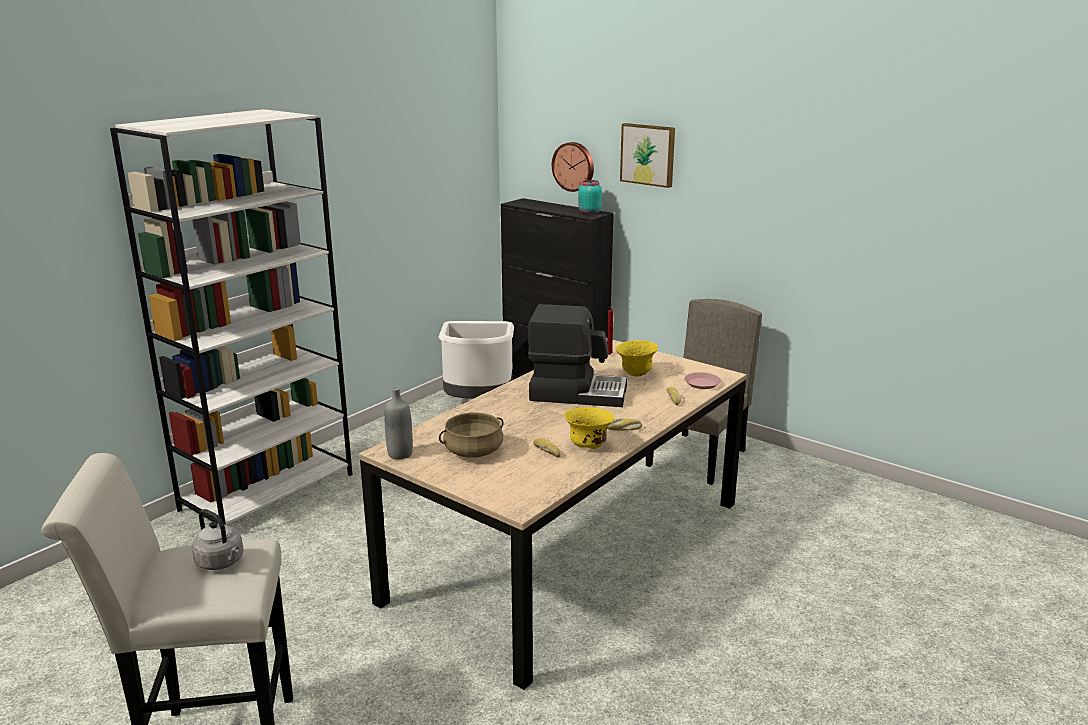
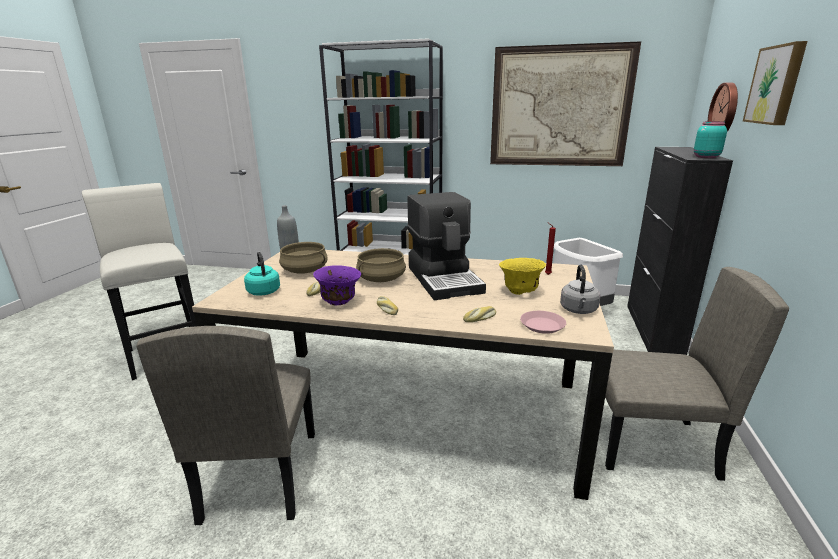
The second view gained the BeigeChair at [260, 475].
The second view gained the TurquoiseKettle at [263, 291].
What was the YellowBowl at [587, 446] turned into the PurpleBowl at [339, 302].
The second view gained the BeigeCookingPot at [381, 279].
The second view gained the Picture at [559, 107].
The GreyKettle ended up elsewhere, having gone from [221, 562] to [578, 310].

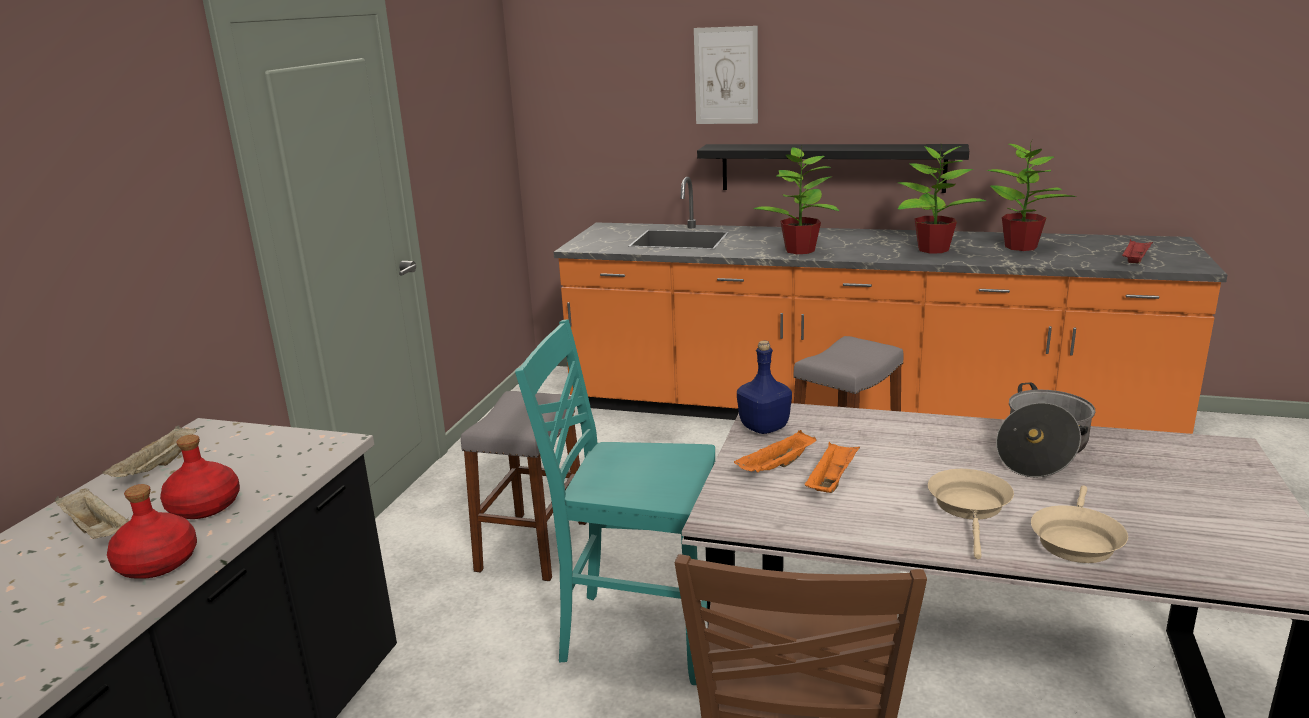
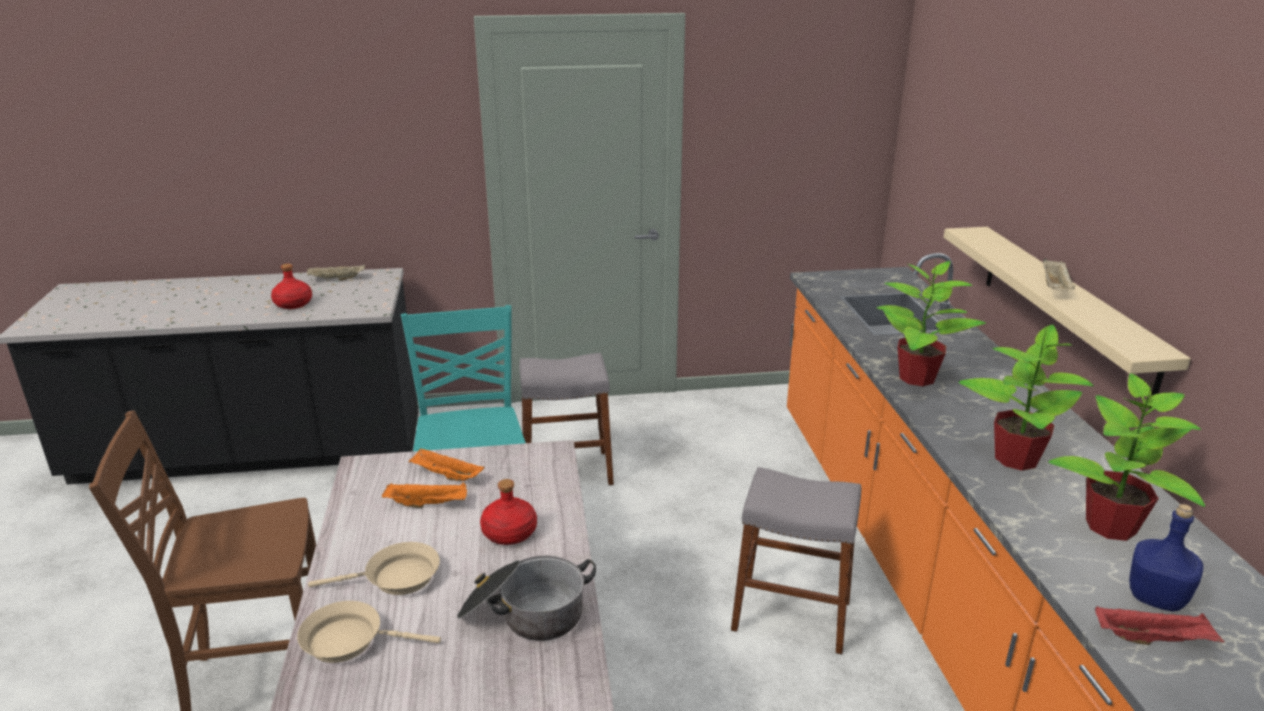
The RedBottle ended up elsewhere, having gone from [158, 563] to [510, 533].
What was the BlackShelf at [831, 167] turned into the BeigeShelf at [1065, 310].
The BeigeTray ended up elsewhere, having gone from [97, 531] to [1054, 288].
The BlueBottle ended up elsewhere, having gone from [764, 427] to [1157, 598].
The second view lost the Picture at [726, 76].

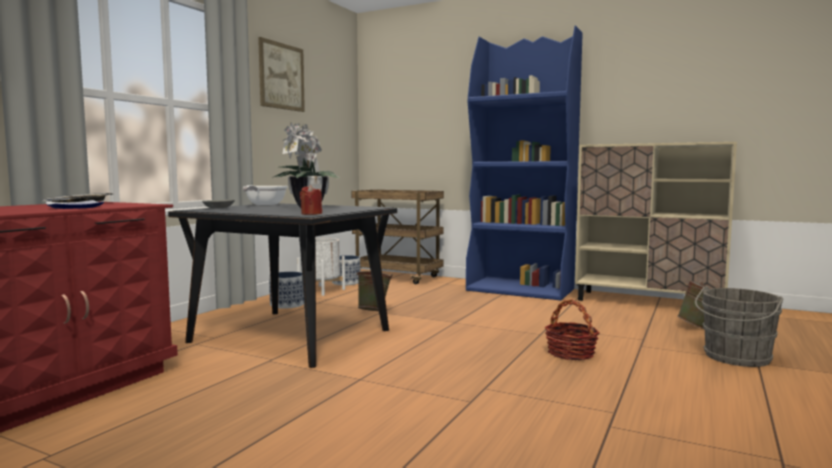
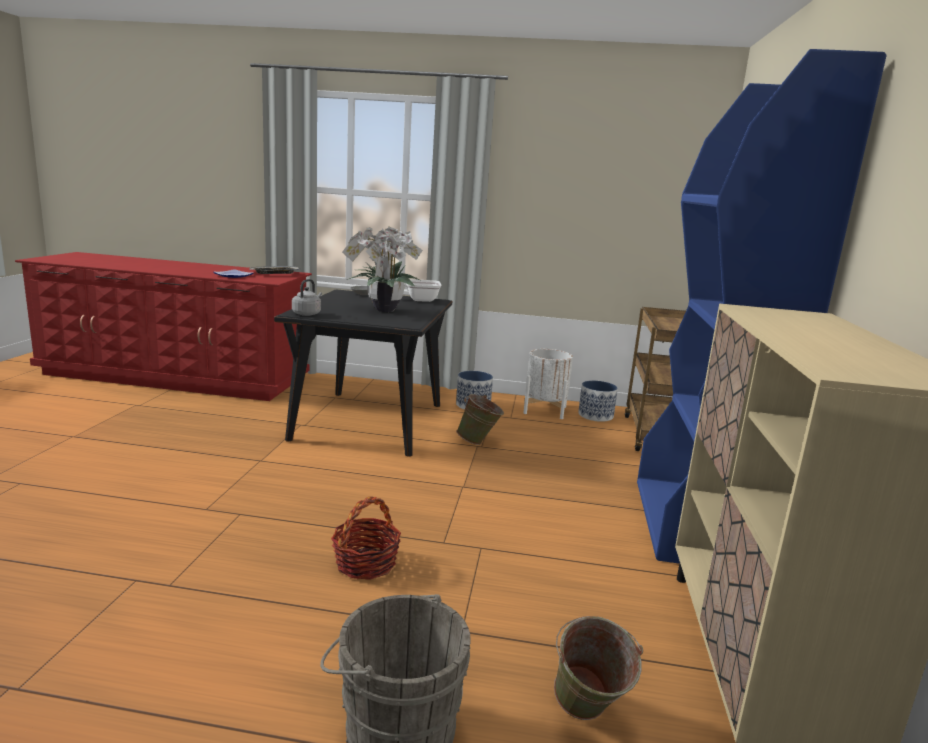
Where the RedCandle stood at [311, 214], the GreyKettle came to stand at [307, 314].
The second view lost the Picture at [281, 76].

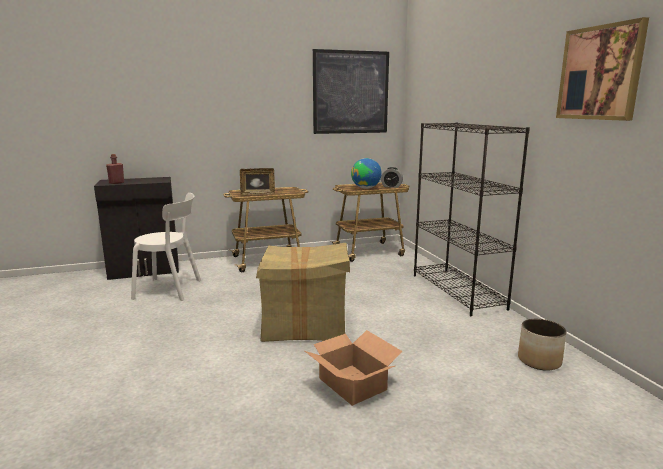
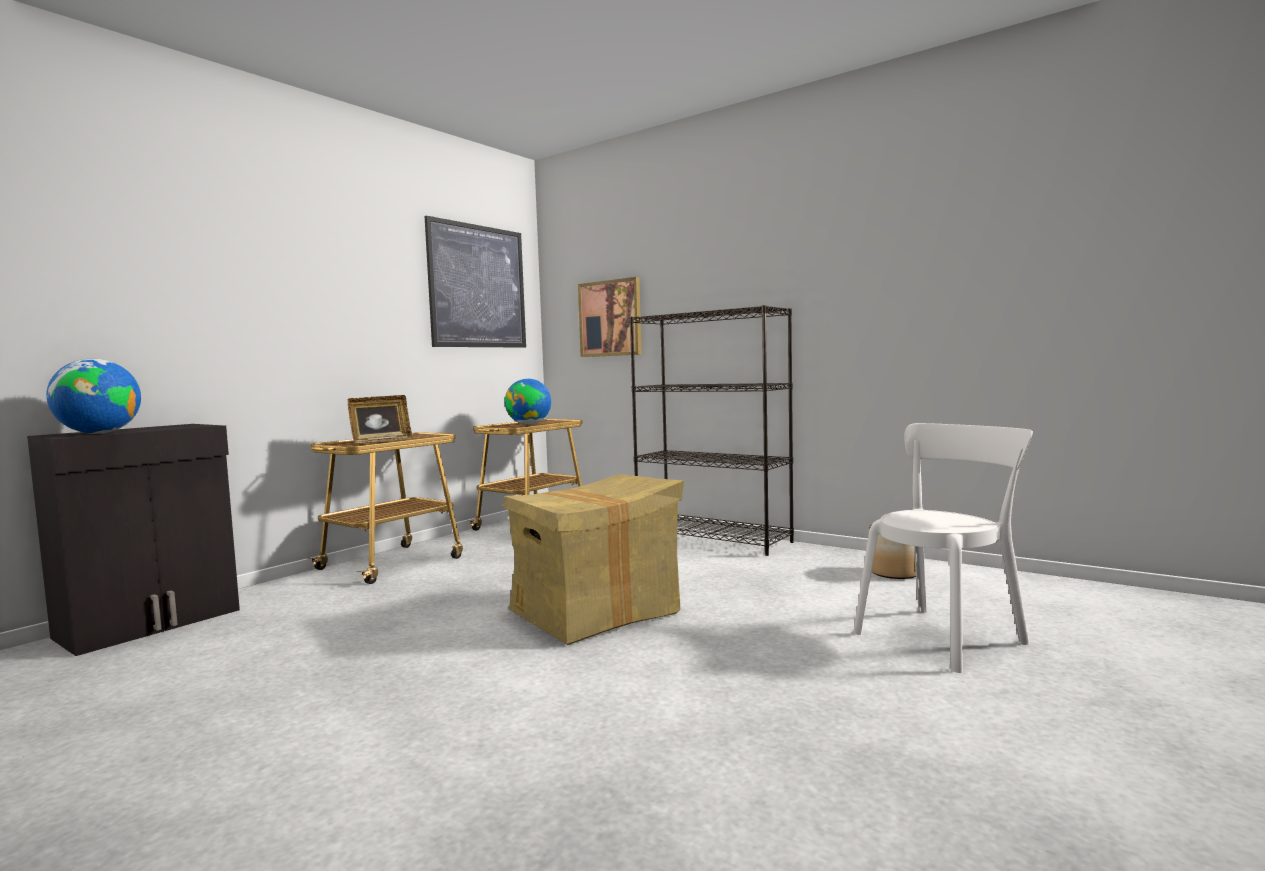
Where the RedBottle stood at [116, 183], the Globe came to stand at [98, 433].
The Picture ended up elsewhere, having gone from [600, 73] to [610, 318].
The WhiteChair ended up elsewhere, having gone from [171, 289] to [943, 636].
The second view lost the CardboardBox at [352, 384].
The second view lost the AlarmClock at [391, 186].

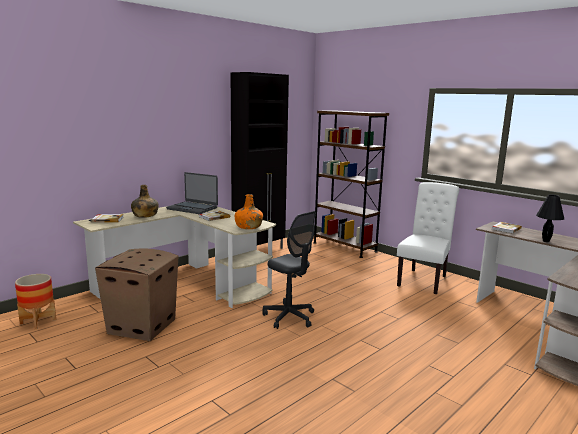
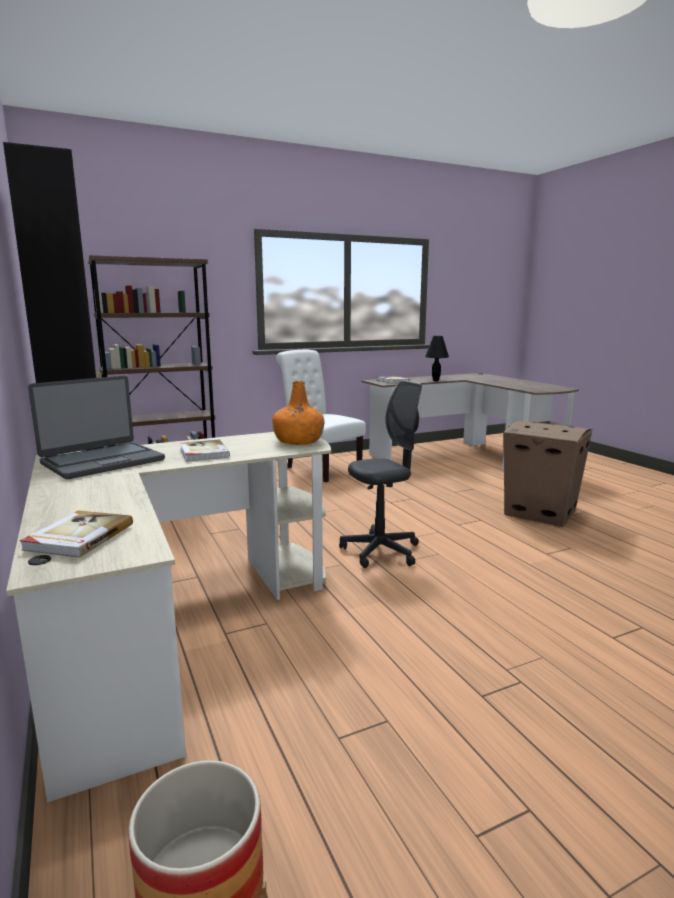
The CardboardBox ended up elsewhere, having gone from [141, 327] to [541, 512].
The second view lost the GreenBottle at [145, 215].

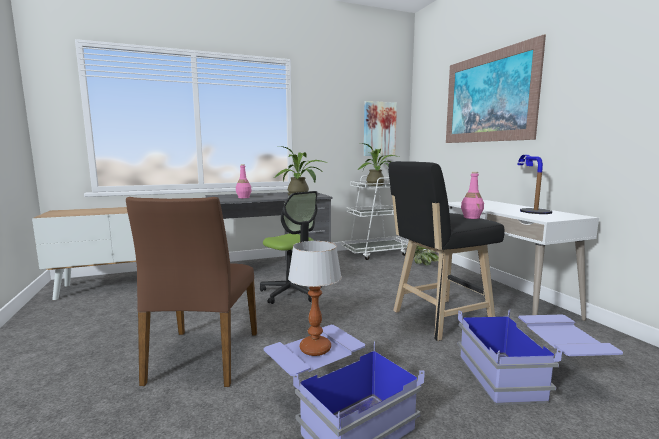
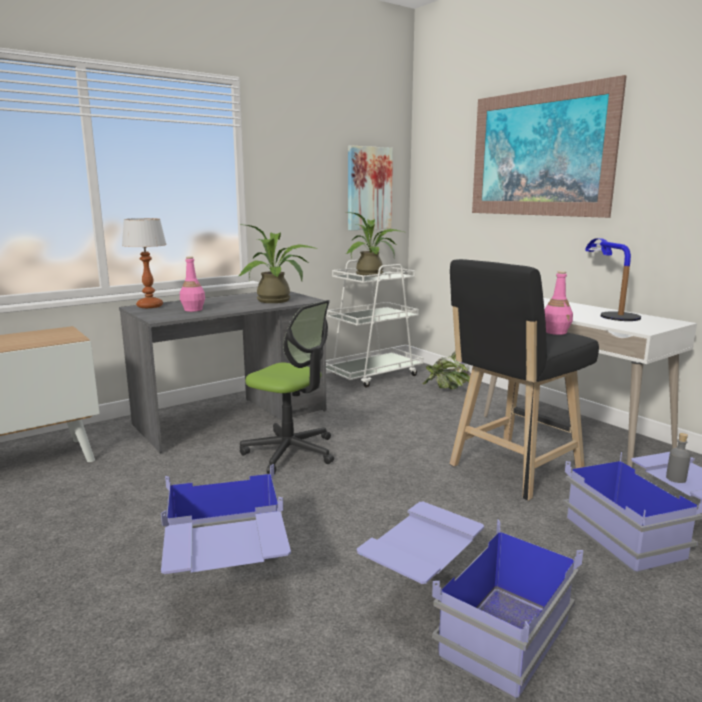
The TableLamp ended up elsewhere, having gone from [315, 348] to [150, 306].
Where the BrownChair stood at [203, 357], the BlueStorageBox came to stand at [227, 572].
The second view gained the GreyBottle at [676, 478].

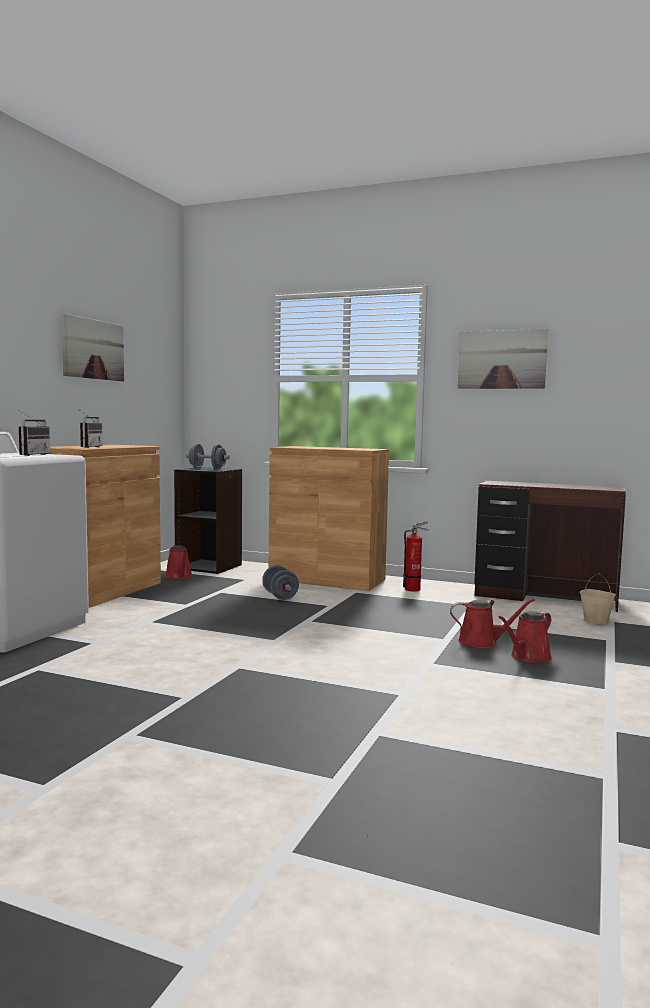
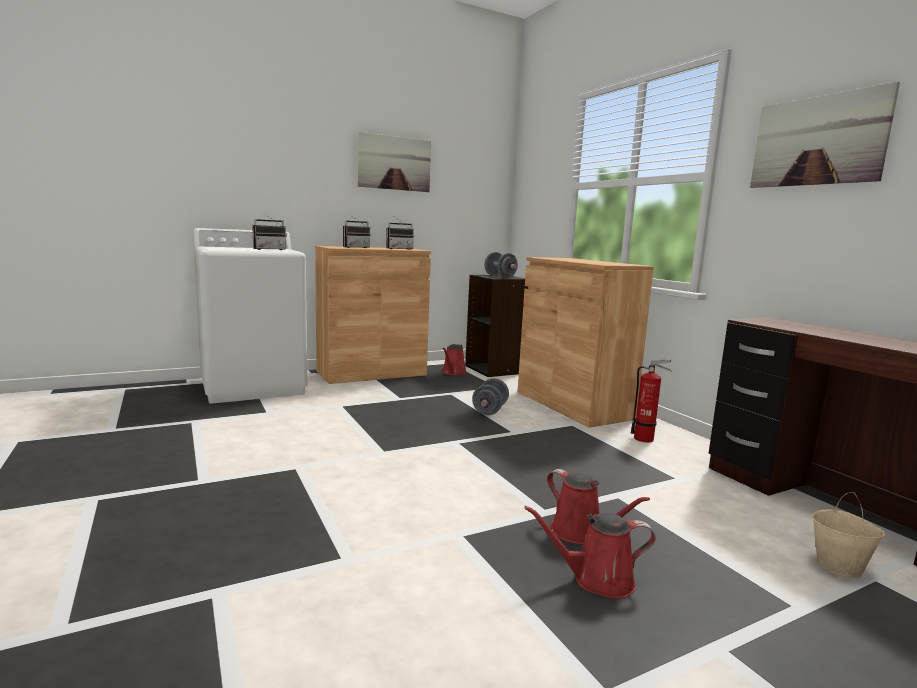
The second view gained the Radio at [398, 249].

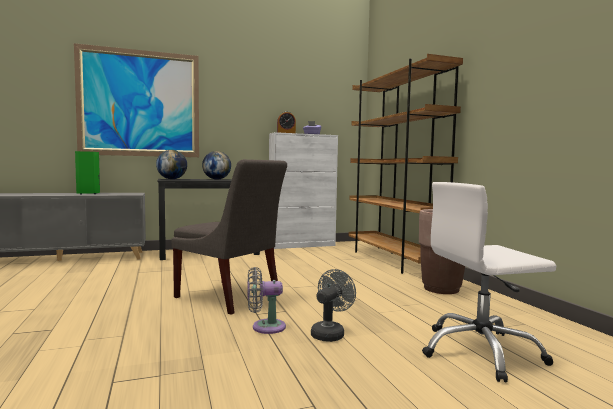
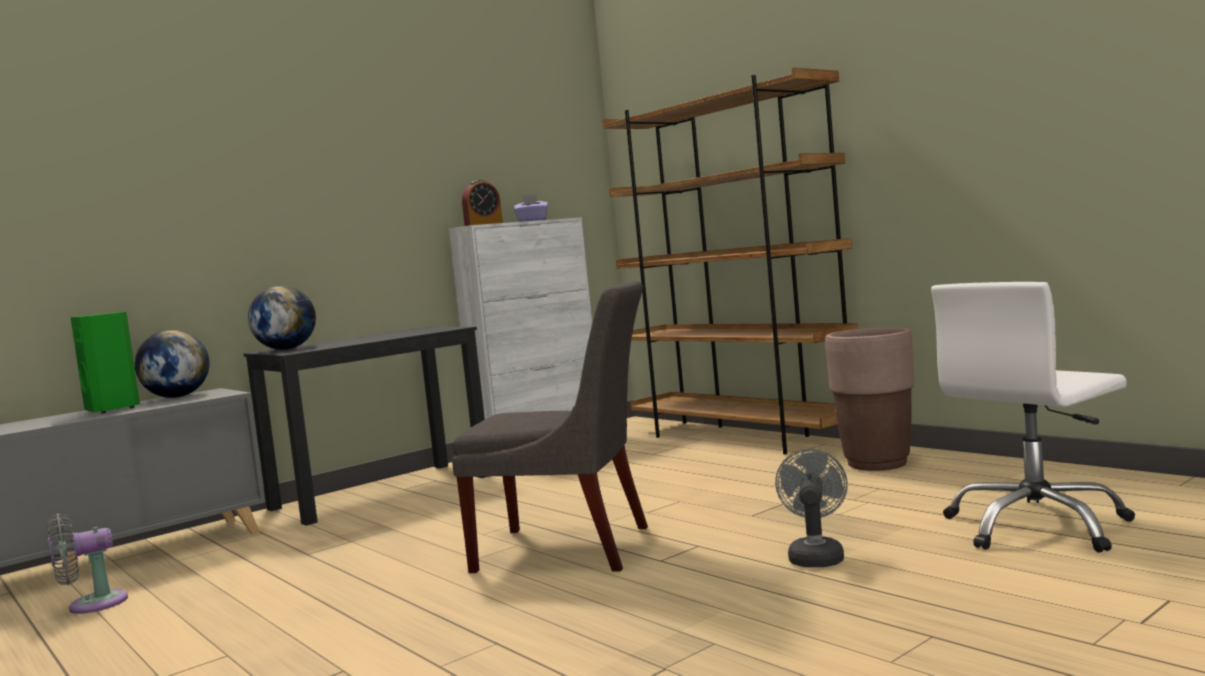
The GreyFan ended up elsewhere, having gone from [265, 327] to [91, 605].
The Globe ended up elsewhere, having gone from [216, 179] to [177, 397].
The second view lost the Picture at [140, 103].

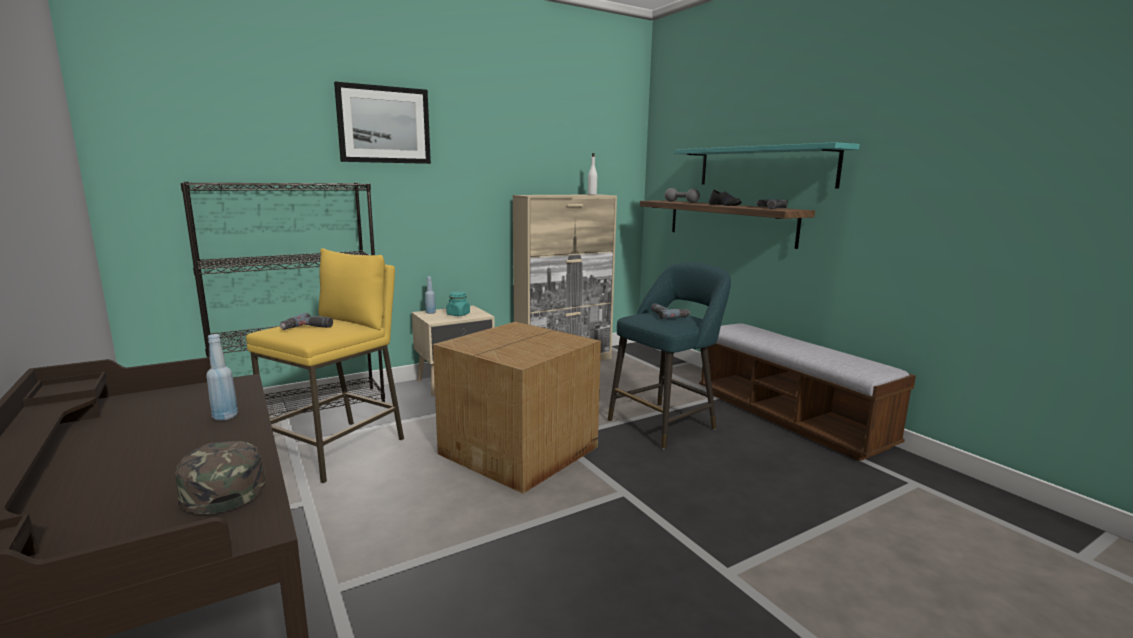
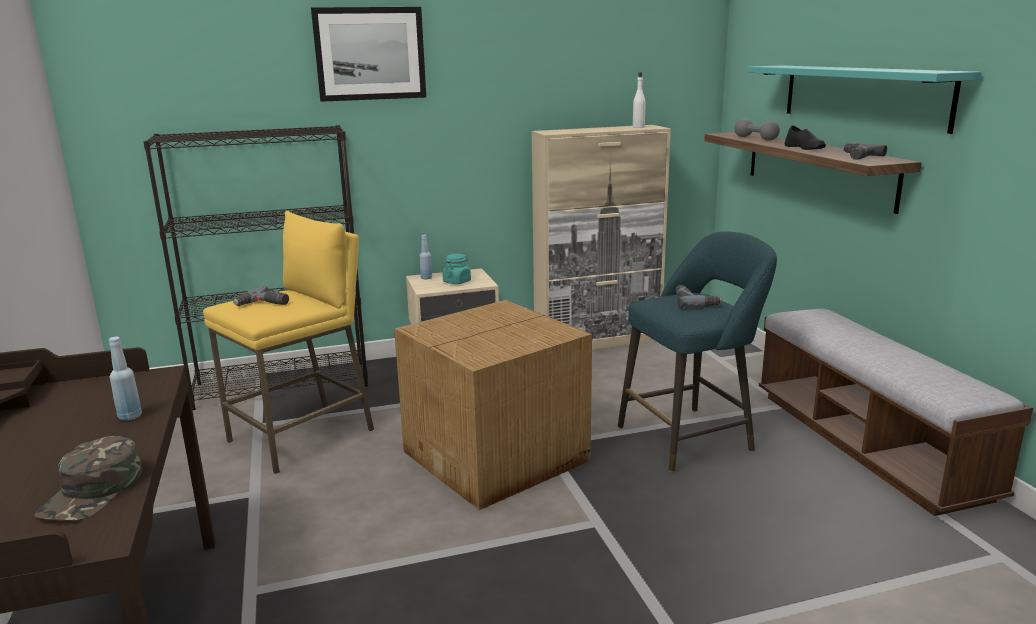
The GreenCap at [220, 484] ended up facing another way, 150 degrees counterclockwise from before.

